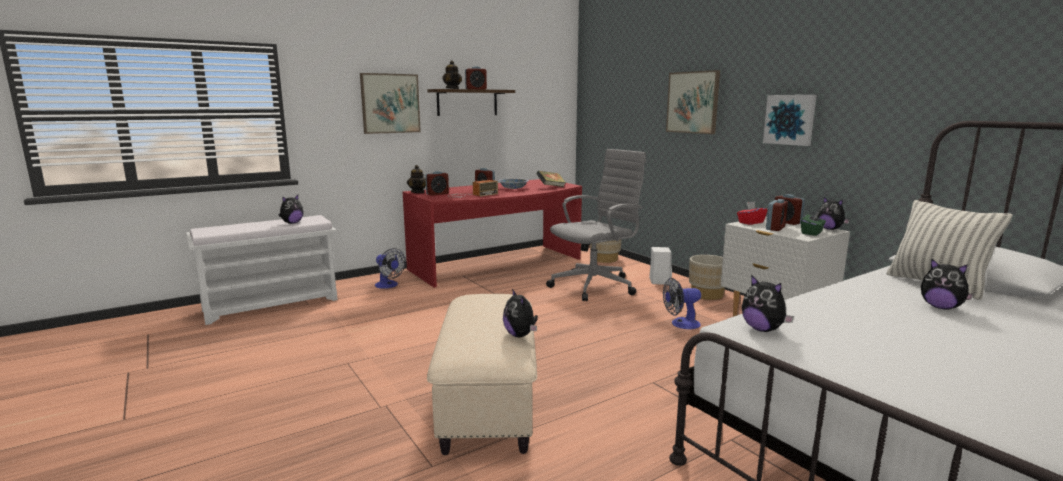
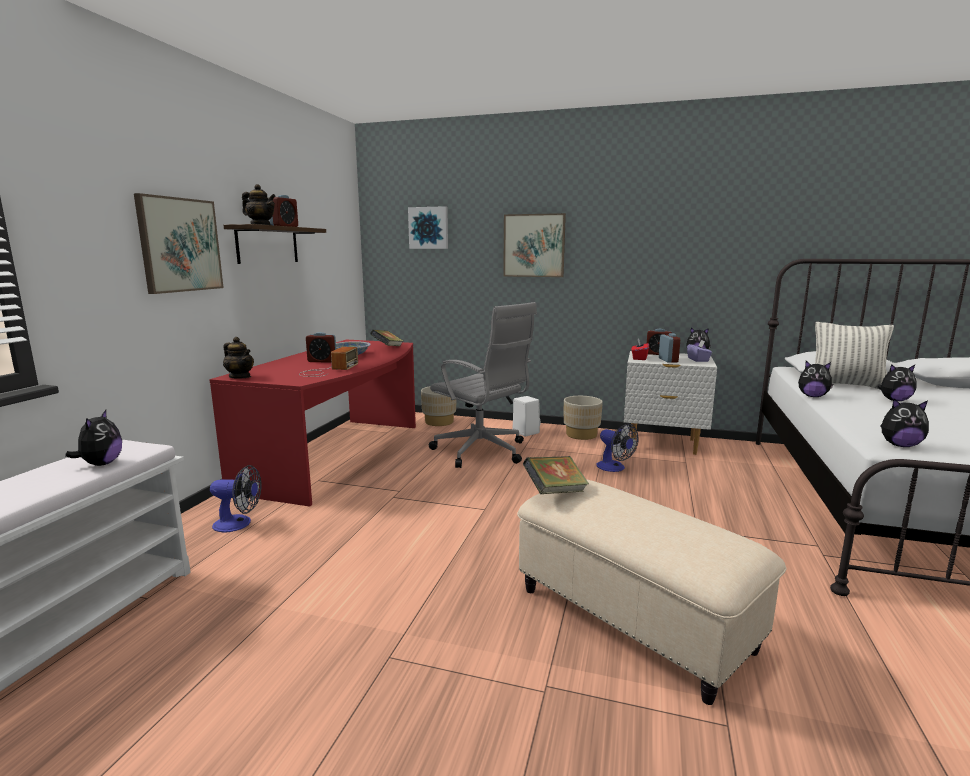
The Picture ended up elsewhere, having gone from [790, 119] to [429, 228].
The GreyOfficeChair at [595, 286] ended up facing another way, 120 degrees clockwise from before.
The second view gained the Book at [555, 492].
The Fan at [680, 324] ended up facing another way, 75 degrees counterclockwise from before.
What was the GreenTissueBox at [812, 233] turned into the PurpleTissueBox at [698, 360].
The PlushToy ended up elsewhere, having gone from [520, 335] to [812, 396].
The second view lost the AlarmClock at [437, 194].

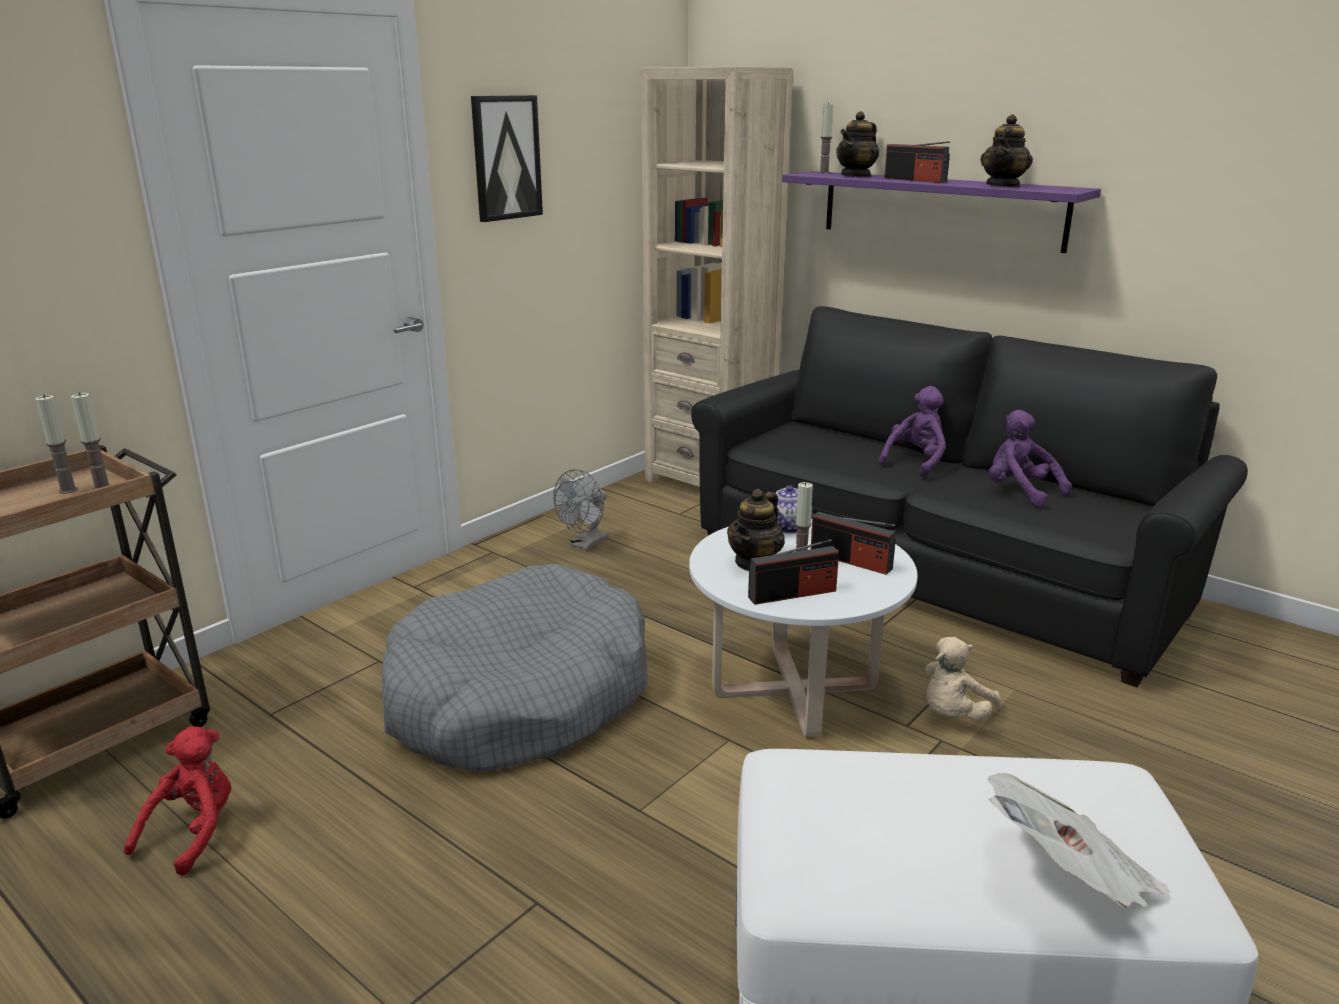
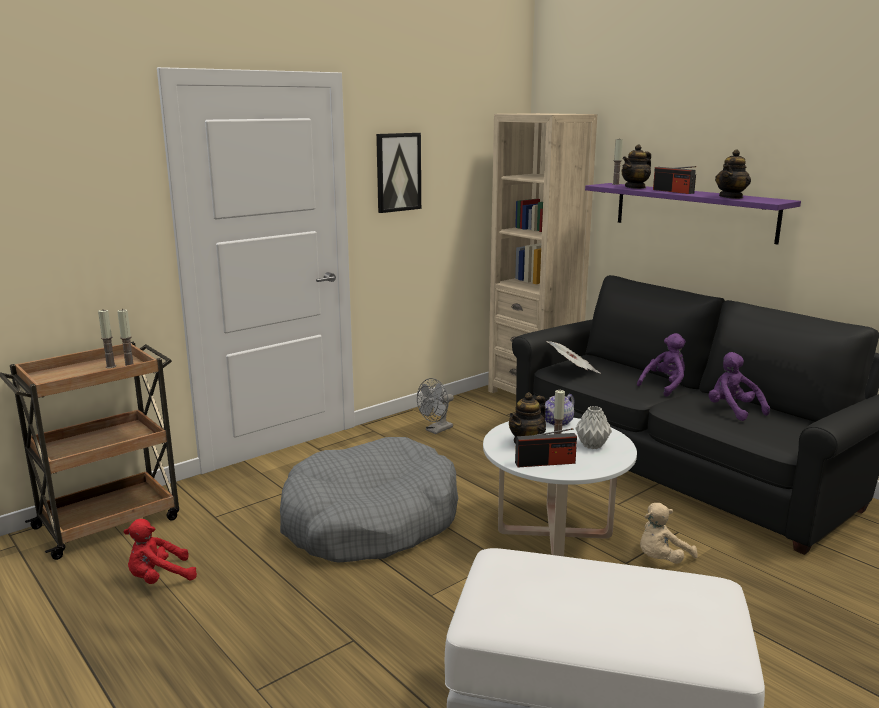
The RedPlushToy at [194, 832] ended up facing another way, 150 degrees counterclockwise from before.
The Newspaper ended up elsewhere, having gone from [1069, 878] to [573, 371].
Where the Radio stood at [851, 561], the GreyVase came to stand at [593, 446].

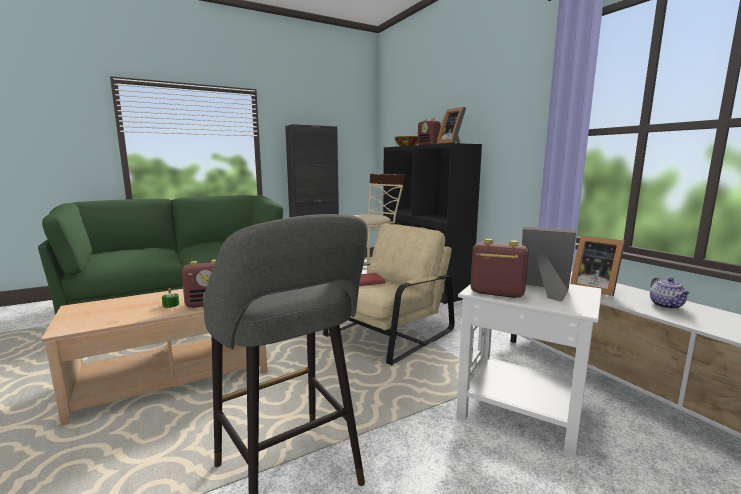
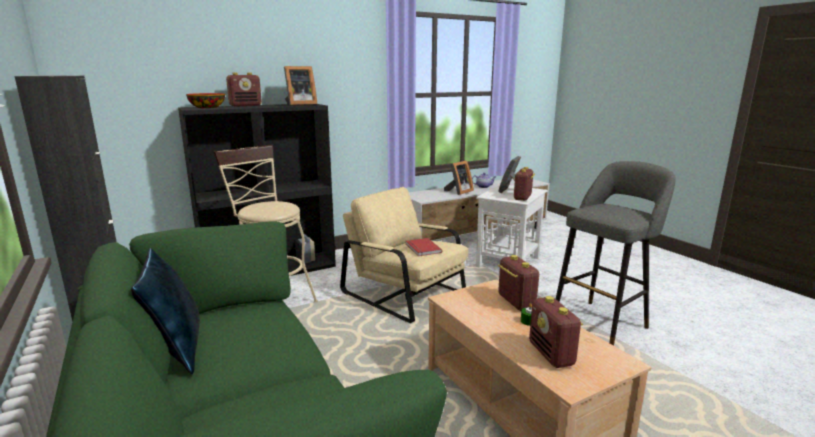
The second view gained the BluePillow at [177, 349].
The second view gained the Radio at [552, 355].

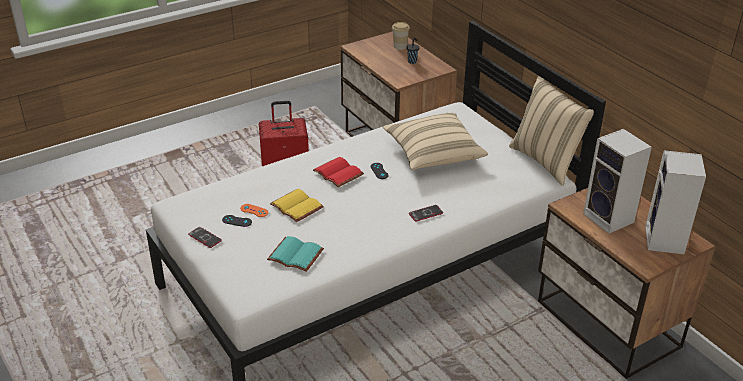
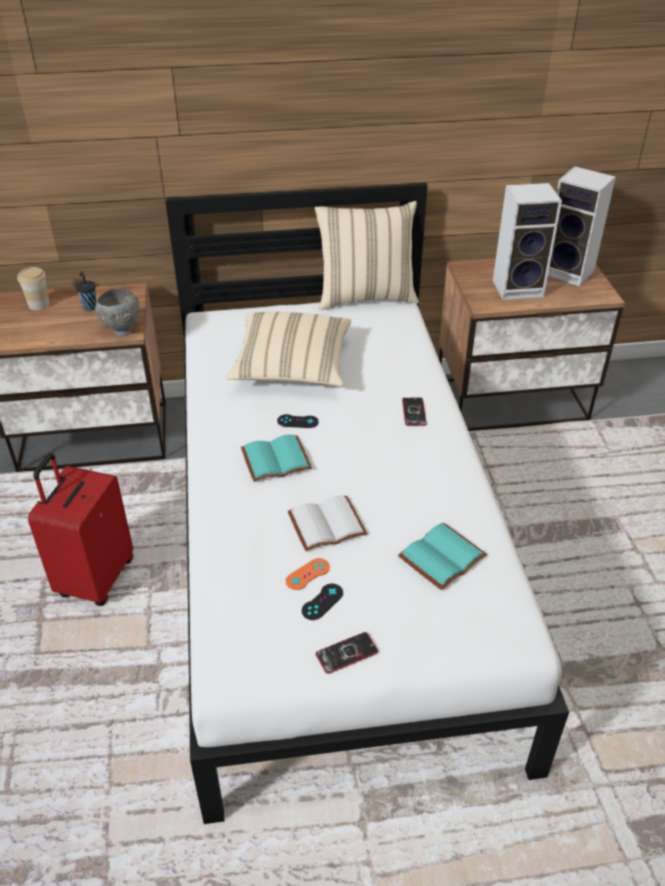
The second view gained the GreyBowl at [122, 331].
What was the RedBook at [339, 173] turned into the TurquoiseBook at [276, 458].
What was the YellowBook at [298, 206] turned into the WhiteBook at [327, 523].

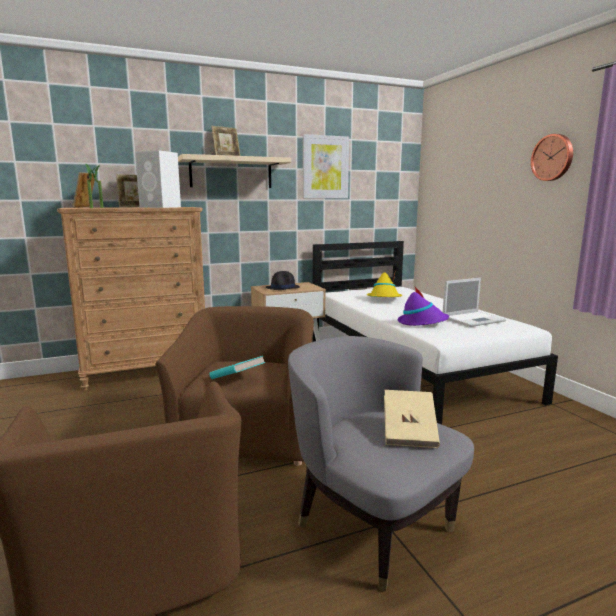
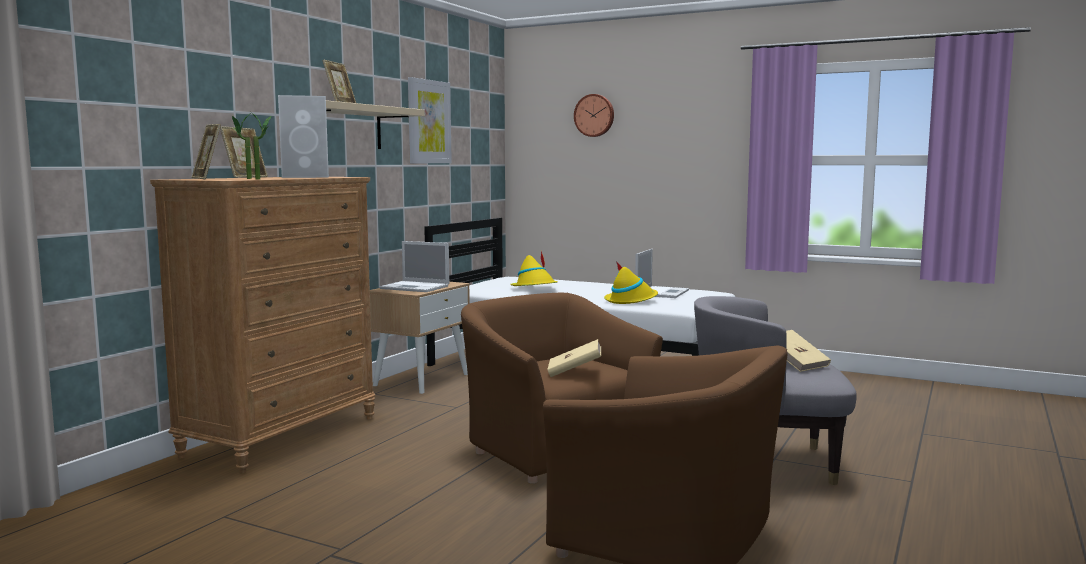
Where the BlackHat stood at [283, 288], the Laptop came to stand at [416, 287].
What was the TurquoiseBook at [237, 379] turned into the BeigeBook at [574, 372].
The WallClock ended up elsewhere, having gone from [553, 157] to [594, 115].
What was the PurpleHat at [422, 322] turned into the YellowHat at [631, 300].

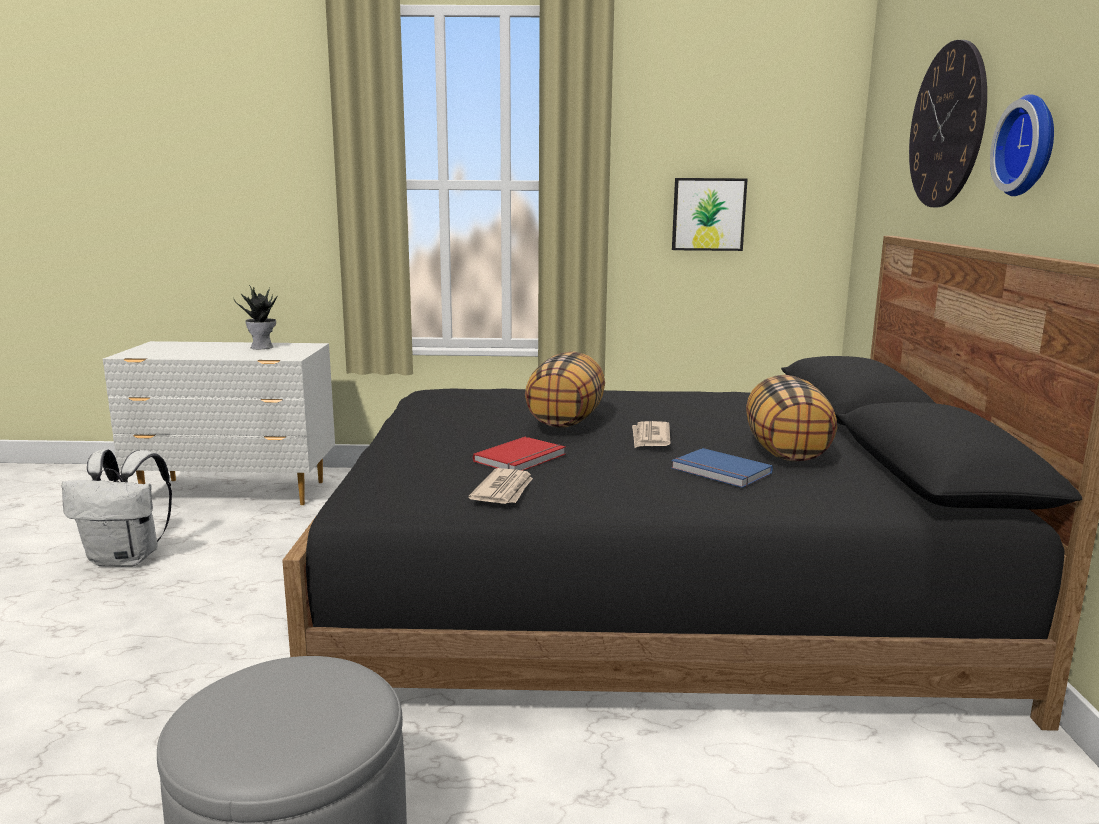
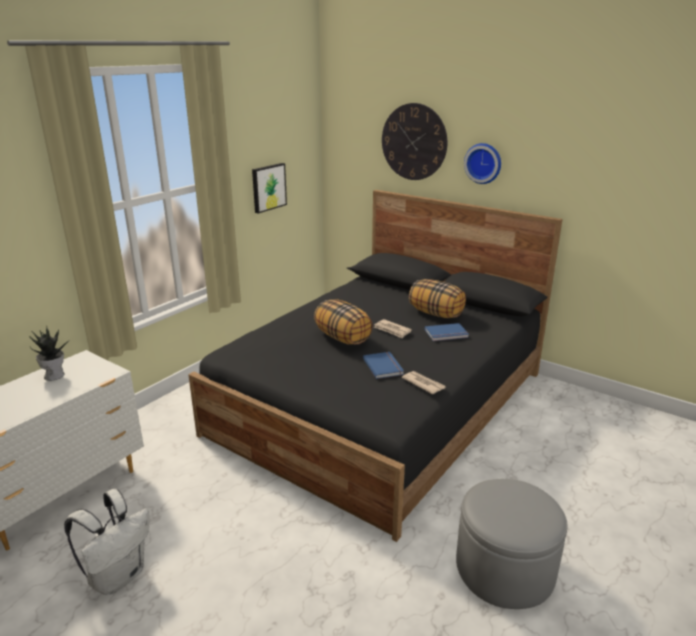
What was the RedBook at [522, 458] turned into the BlueBook at [384, 366].

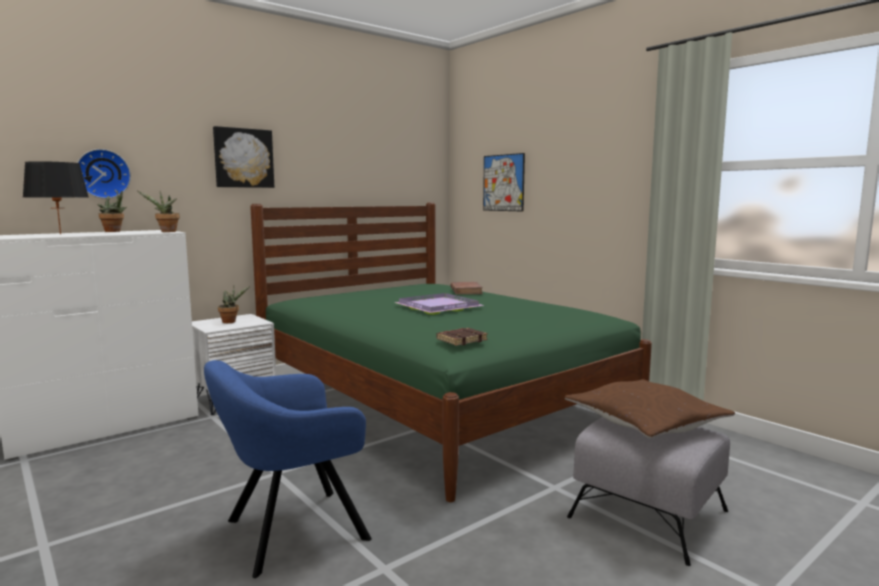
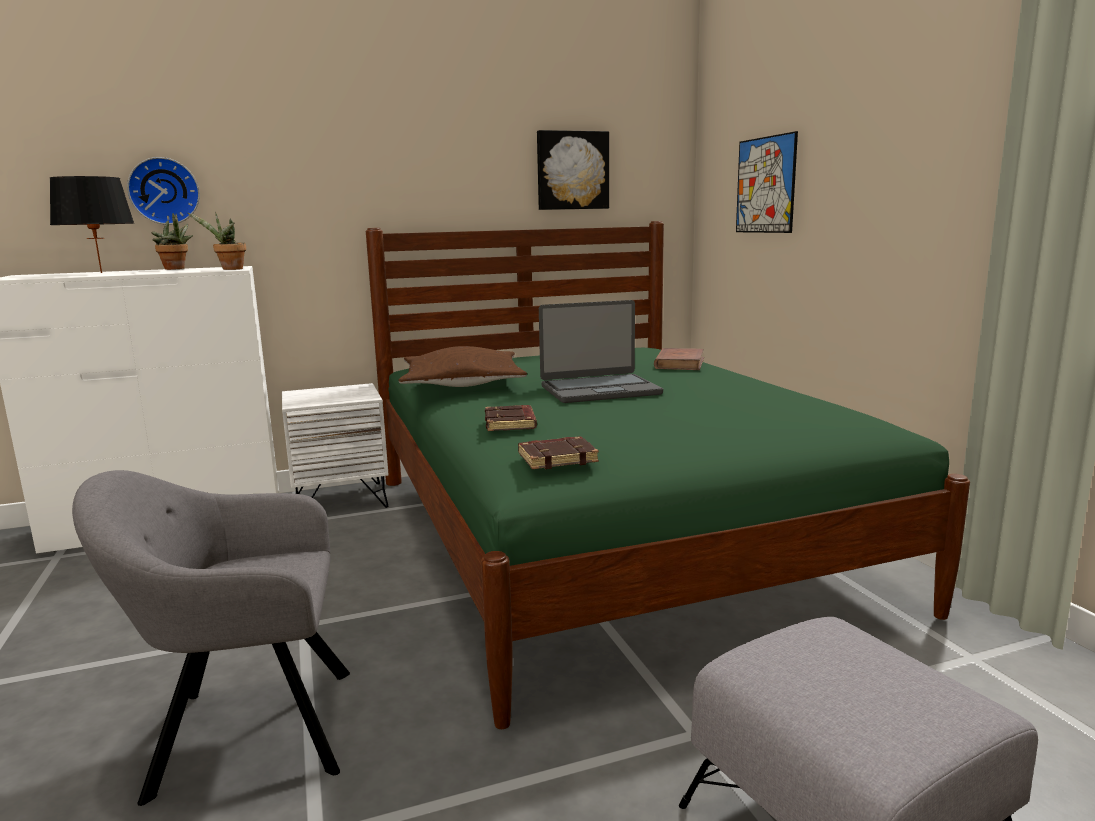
What was the BlueArmchair at [290, 531] turned into the GreyArmchair at [245, 732].
The BrownPillow ended up elsewhere, having gone from [645, 422] to [462, 384].
The second view gained the BrownBook at [511, 424].
The Picture ended up elsewhere, having gone from [243, 158] to [572, 170].
Where the PurpleTray stood at [438, 306], the Laptop came to stand at [599, 390].
The second view lost the PottedPlant at [231, 322].

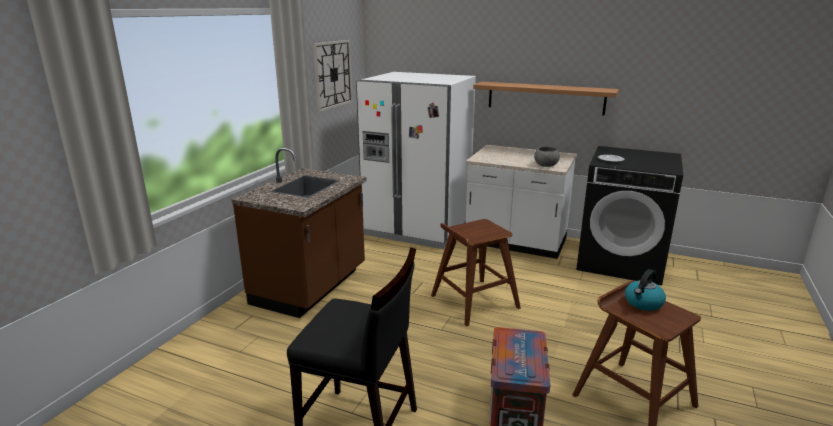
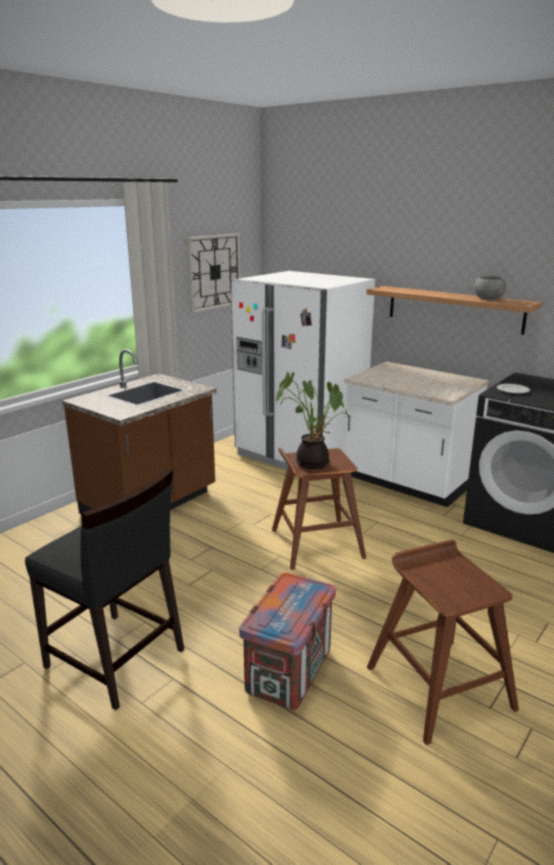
The second view gained the PottedPlant at [313, 462].
The GreyBowl ended up elsewhere, having gone from [546, 165] to [488, 299].
The second view lost the Kettle at [643, 303].

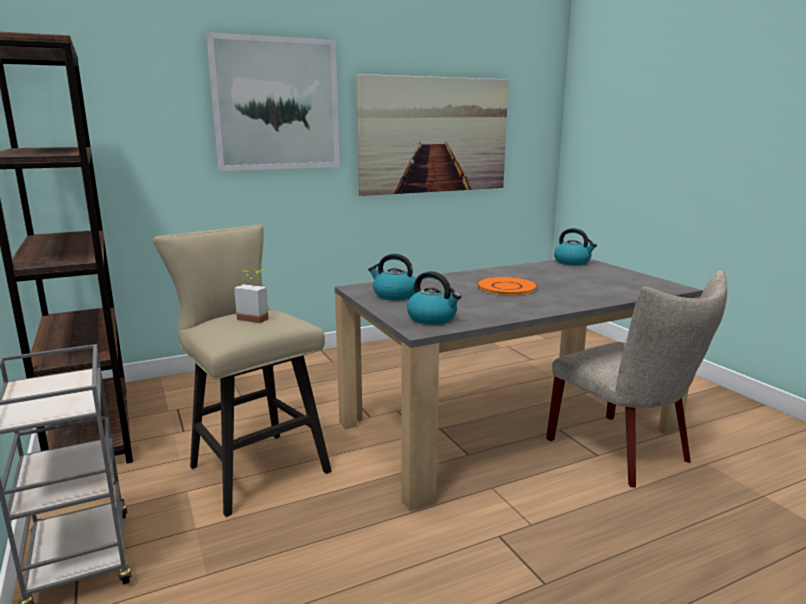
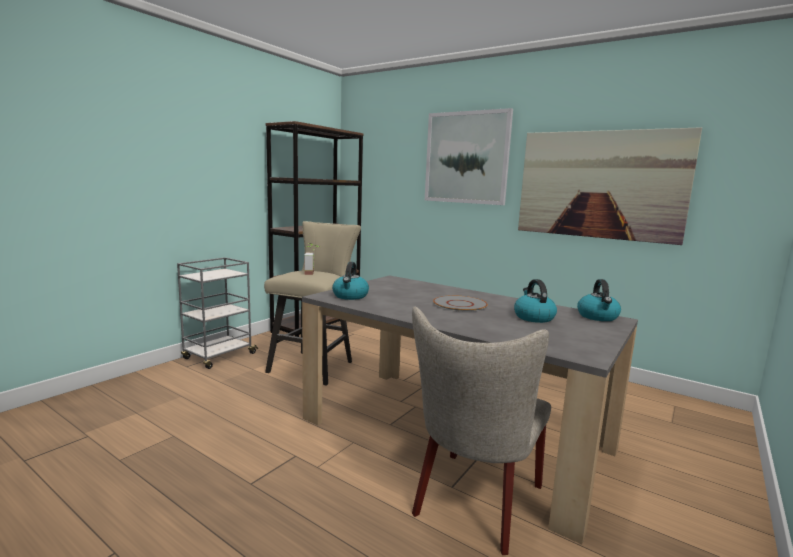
What was the OrangePlate at [507, 287] turned into the GreyPlate at [459, 304].
The Kettle ended up elsewhere, having gone from [394, 295] to [533, 317].

